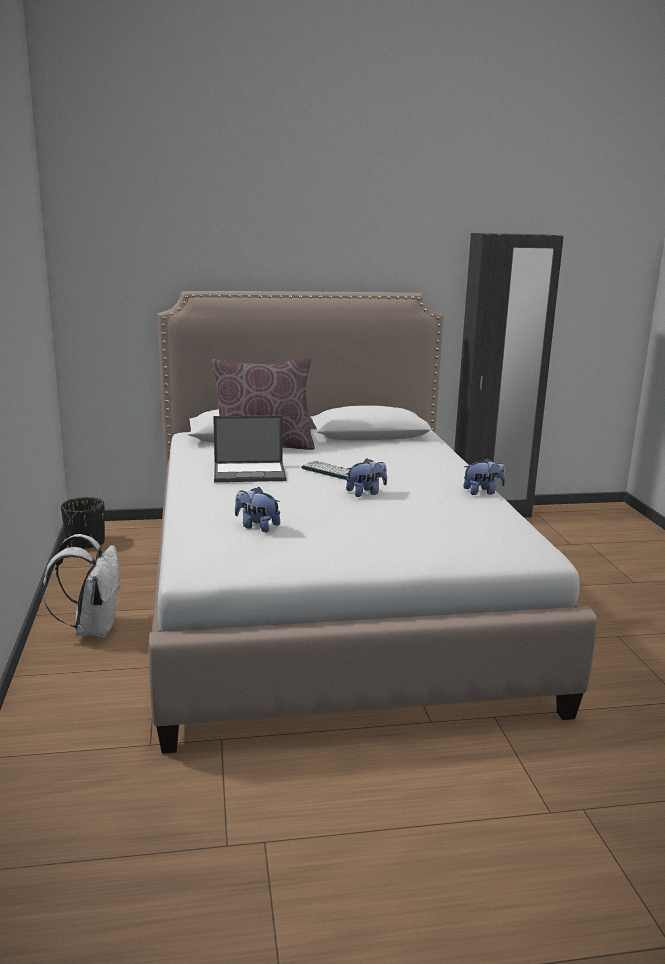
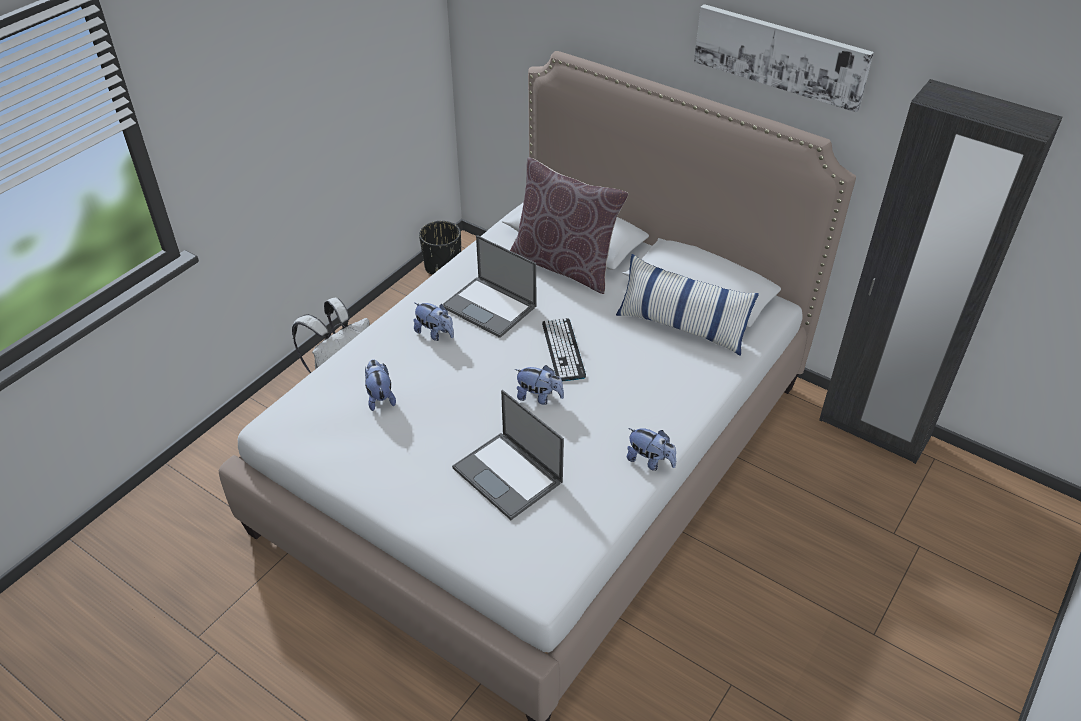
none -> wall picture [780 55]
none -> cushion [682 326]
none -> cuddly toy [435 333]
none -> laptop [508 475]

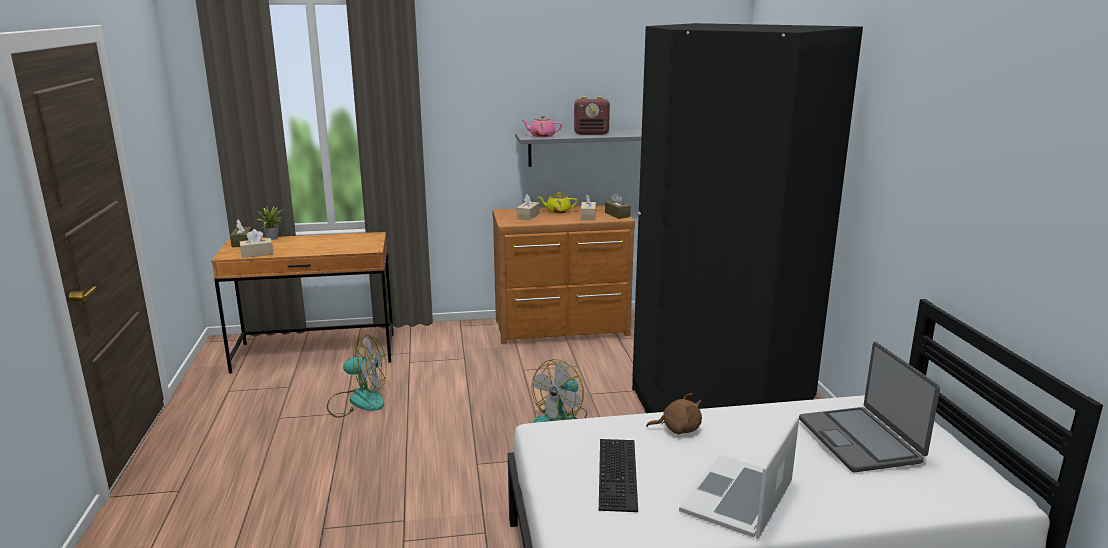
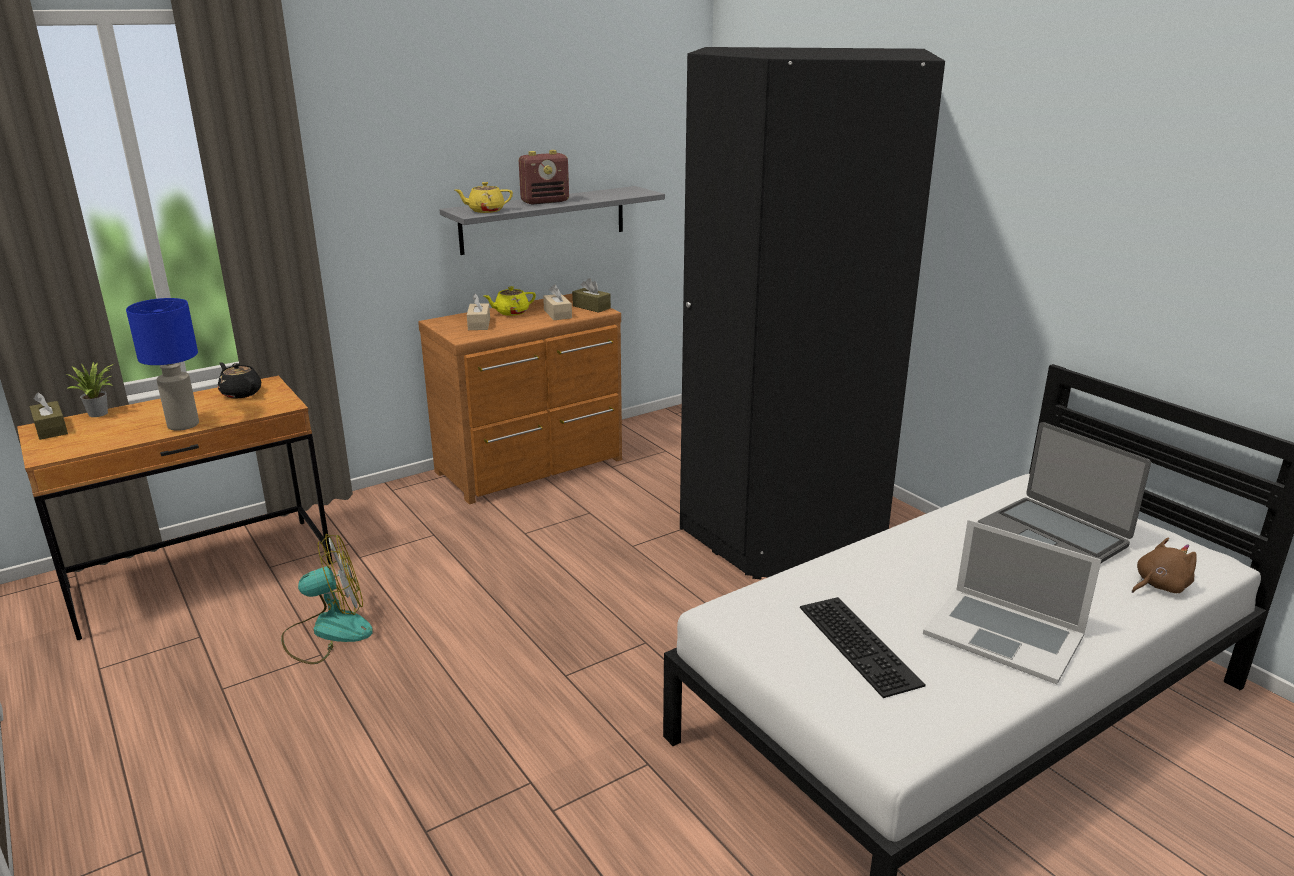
pot for tea in pinkish [542 136] -> pot for tea in yellowish [485 211]
tissue box in beige [257 254] -> none
cooling fan [560 419] -> none
cuddly toy in brownish [678 429] -> cuddly toy in brownish [1159 586], moved
laptop [738 496] -> laptop [1004 634], 60 degrees counterclockwise
none -> tabletop lamp in bluish [183 425]
none -> pot for tea in blackish [240 393]

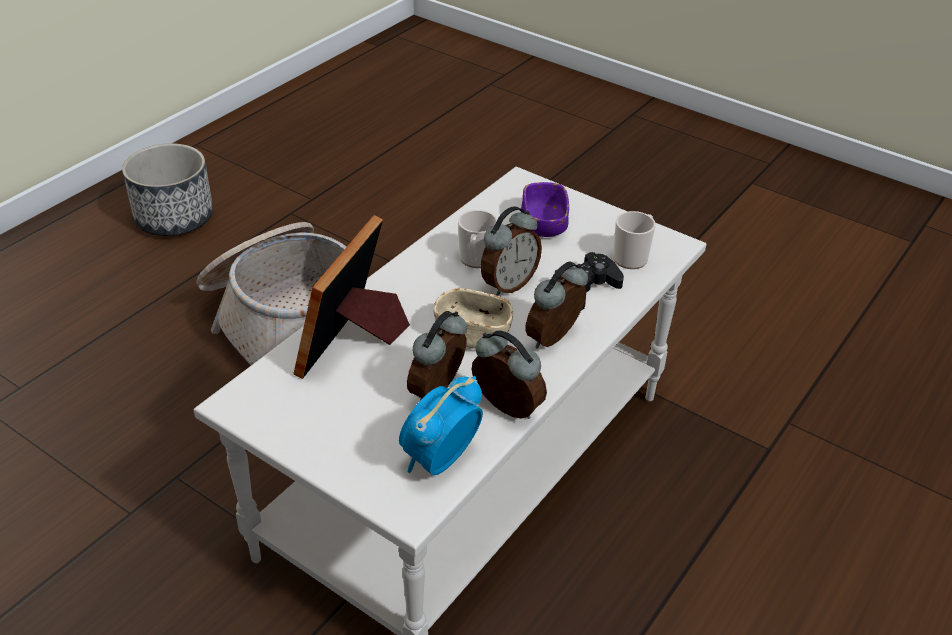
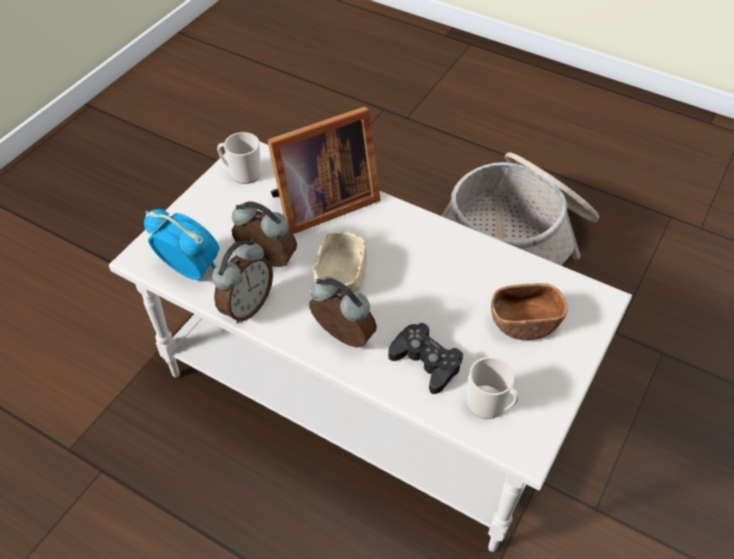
plant pot [175 218] -> none
serving bowl in purple [544 225] -> serving bowl in brownish [524 323]
table clock [508 284] -> none
coffee mug [476 260] -> coffee mug [242 173], moved
standing frame [354 342] -> standing frame [320 204], 135 degrees clockwise

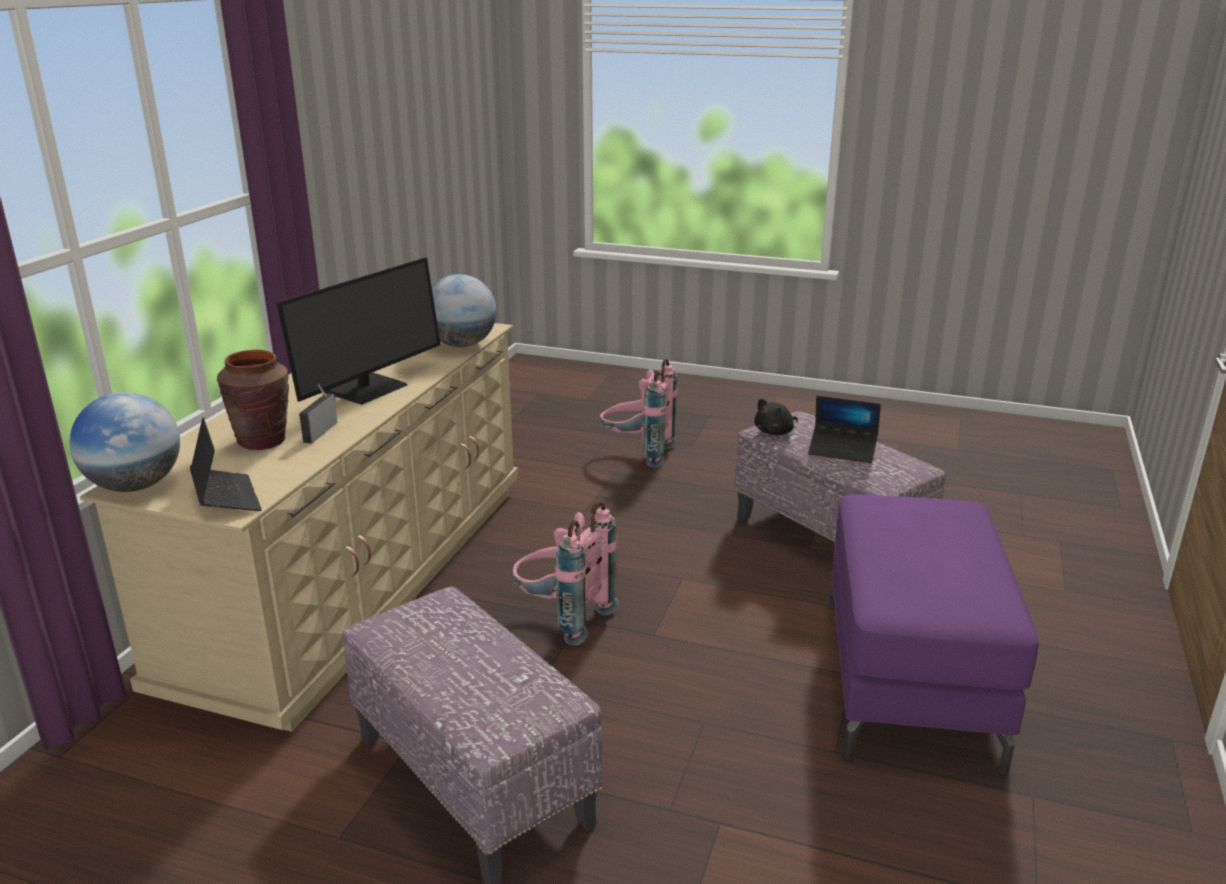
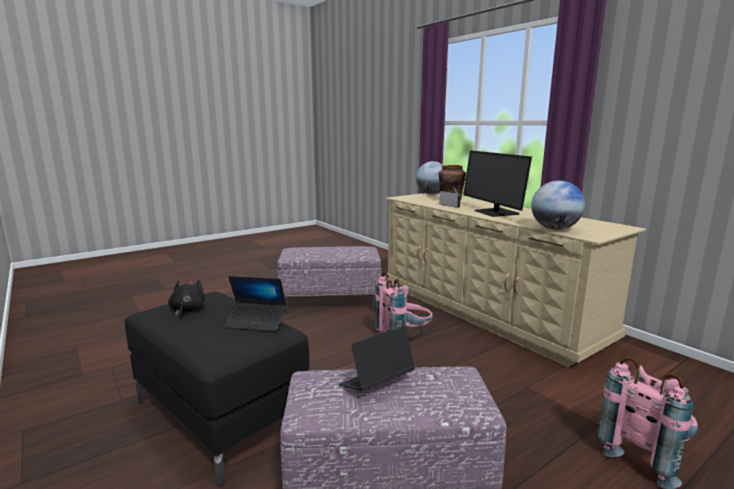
cuddly toy in blackish [775 432] -> cuddly toy in blackish [187 311], moved
laptop [226 498] -> laptop [256 322], moved
pouffe in purple [910 681] -> pouffe in blackish [220 414]

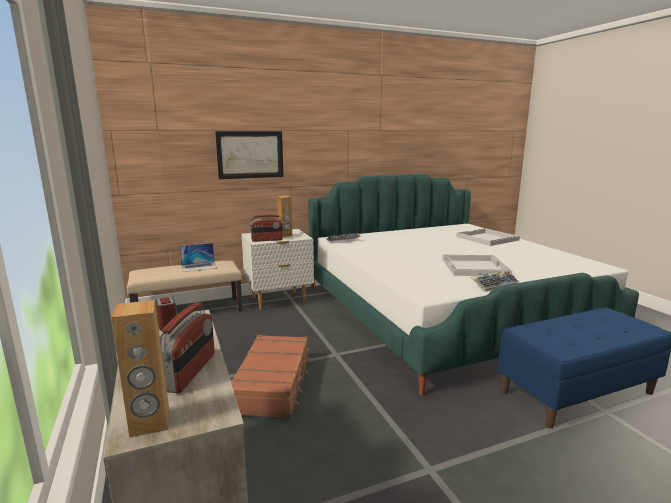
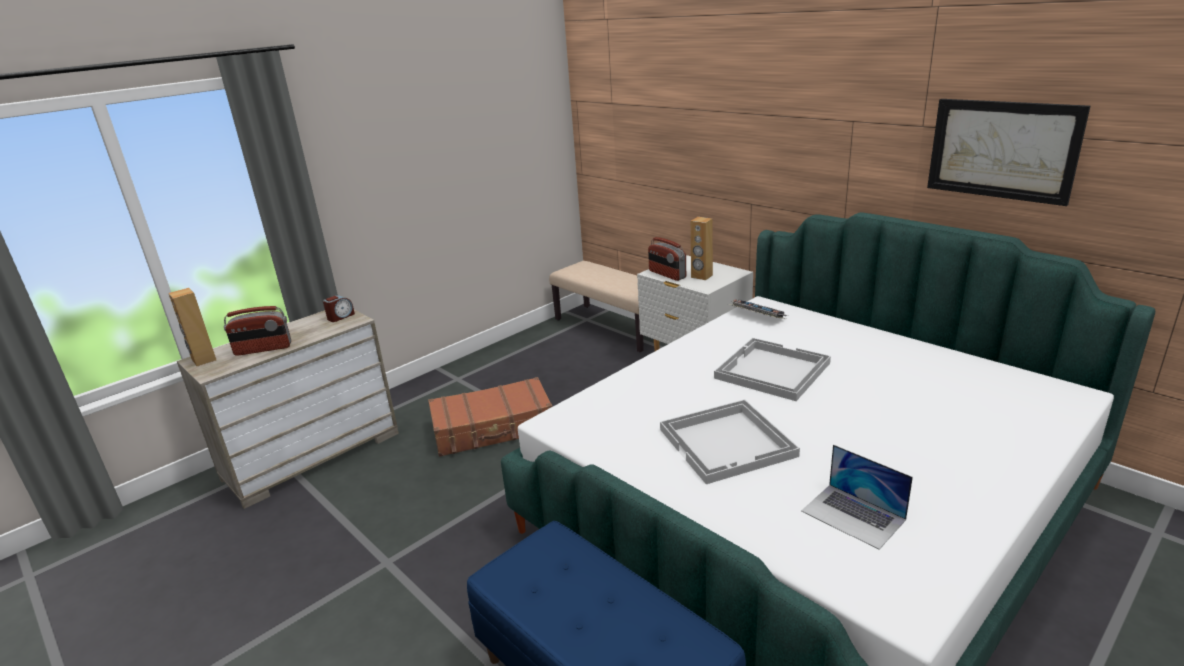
wall picture [250 154] -> wall picture [1002 149], moved
tray in white [487 238] -> tray in white [771 371], moved
laptop [199 266] -> laptop [853 515], moved
keyboard [494 285] -> none

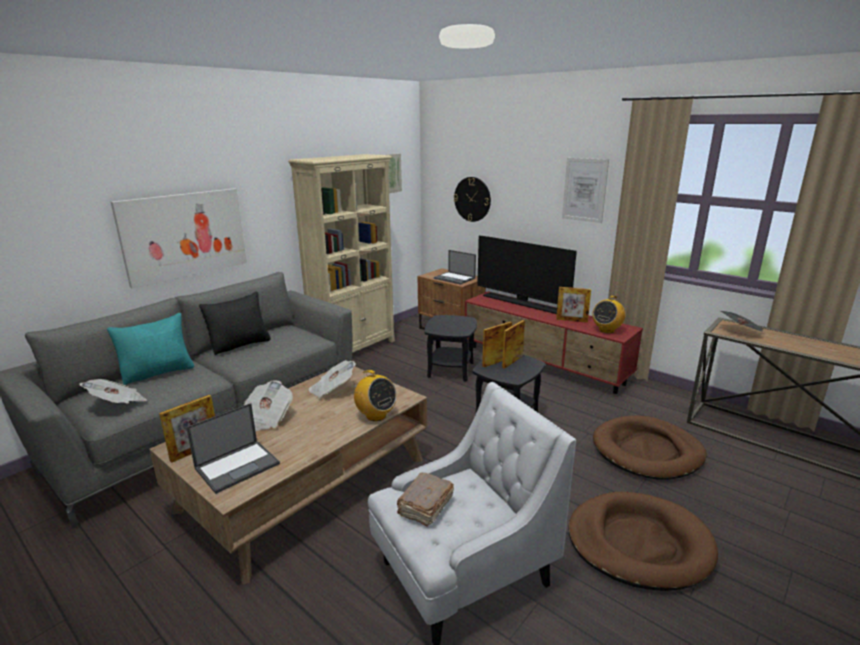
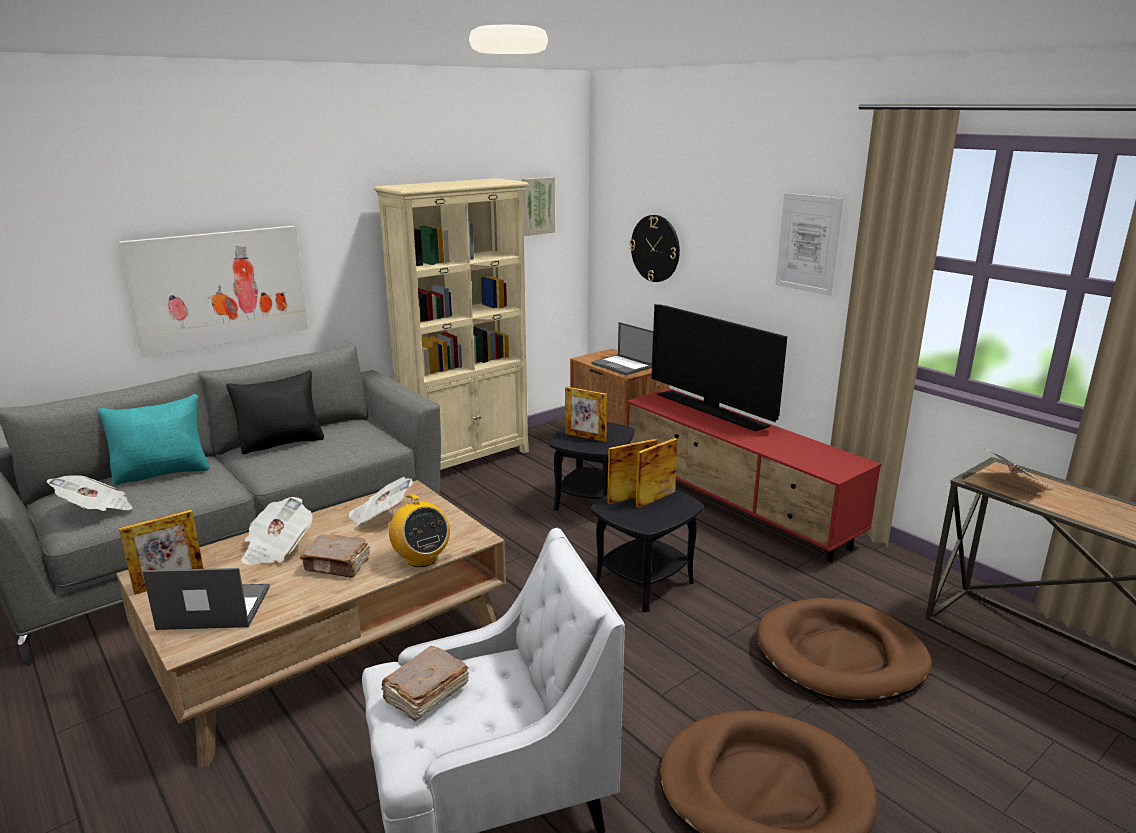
standing frame [571 320] -> standing frame [585 437], moved
radio [606 330] -> none
laptop [238 465] -> laptop [213 608], 150 degrees counterclockwise
none -> book in brownish [337 565]

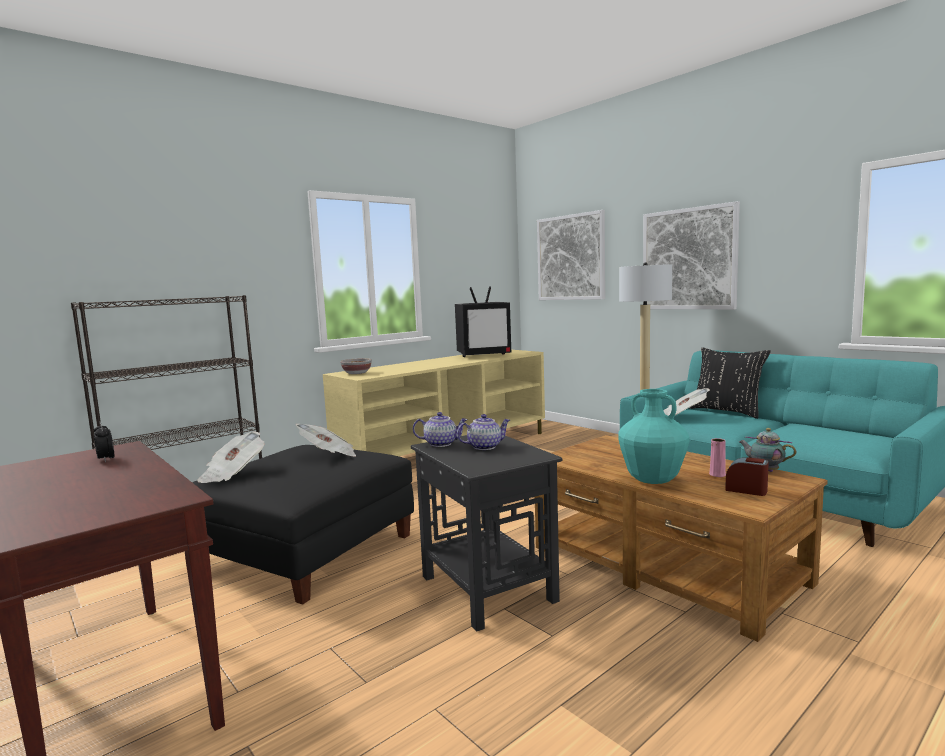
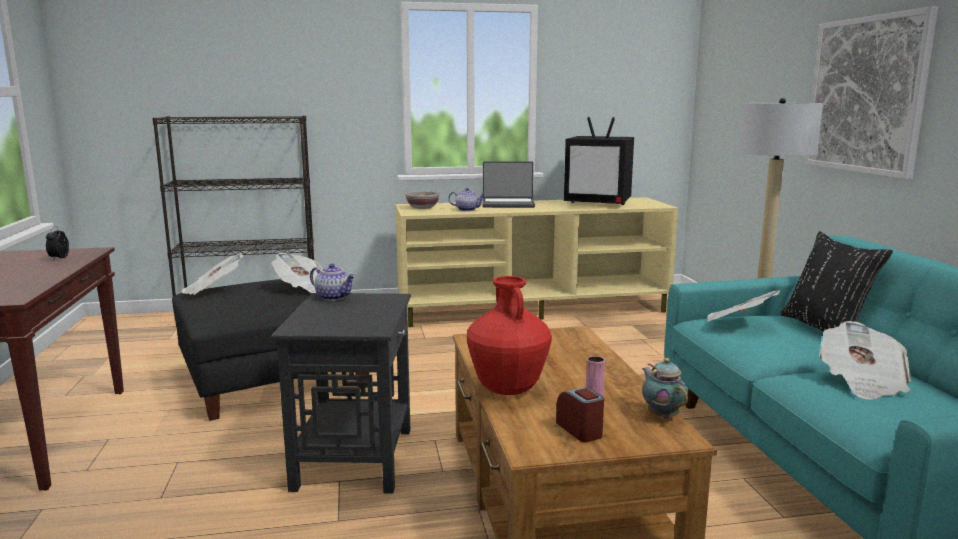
wall picture [570 257] -> none
vase in blue-green [652 481] -> vase in red-coloured [507 389]
pot for tea [484 446] -> pot for tea [467 210], moved
none -> laptop [508 204]
none -> newspaper [861 382]

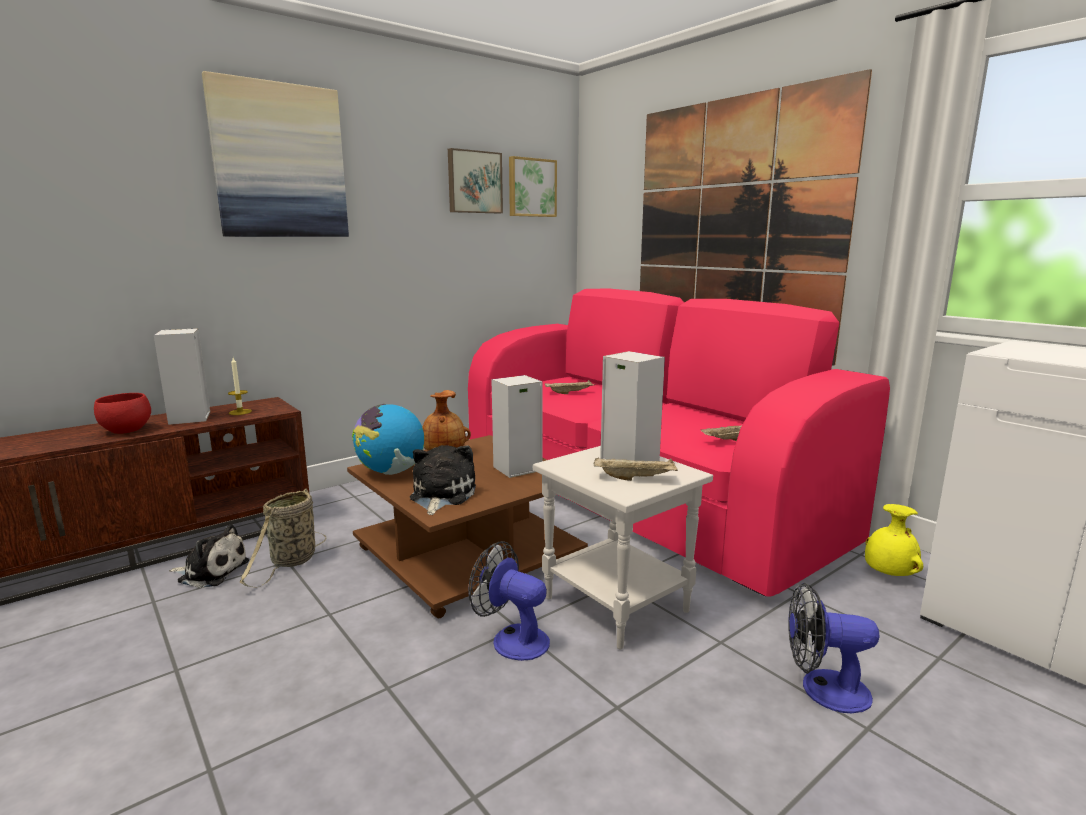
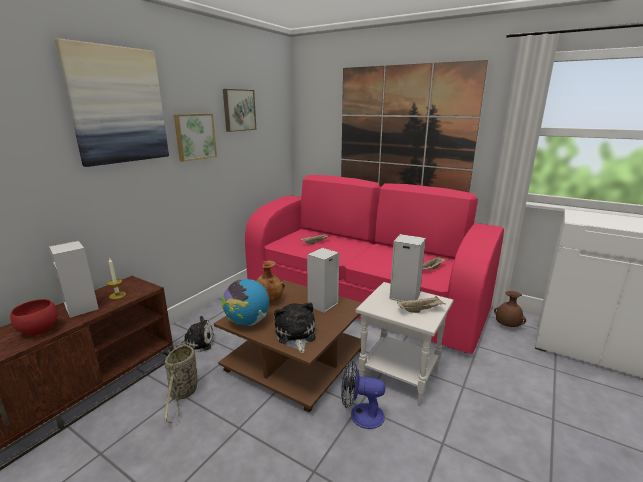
wall picture [531 188] -> wall picture [194 136], moved
vase in yellowish [888 574] -> vase in brownish [507 325]
cuddly toy [211 571] -> cuddly toy [196 343], moved
cooling fan [823 689] -> none

